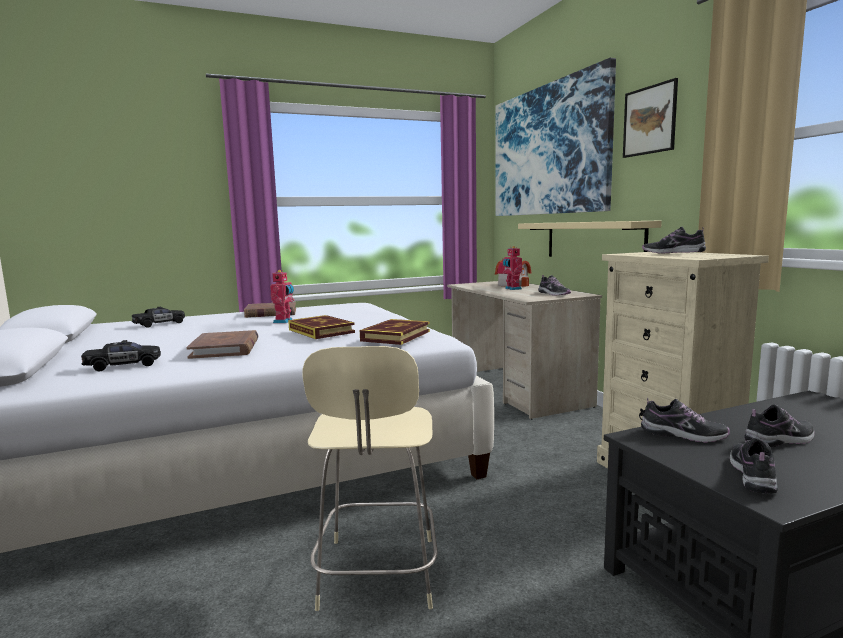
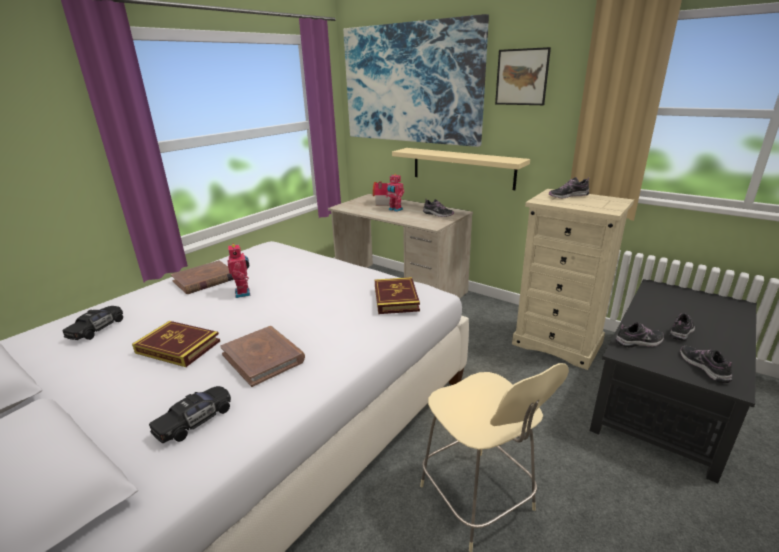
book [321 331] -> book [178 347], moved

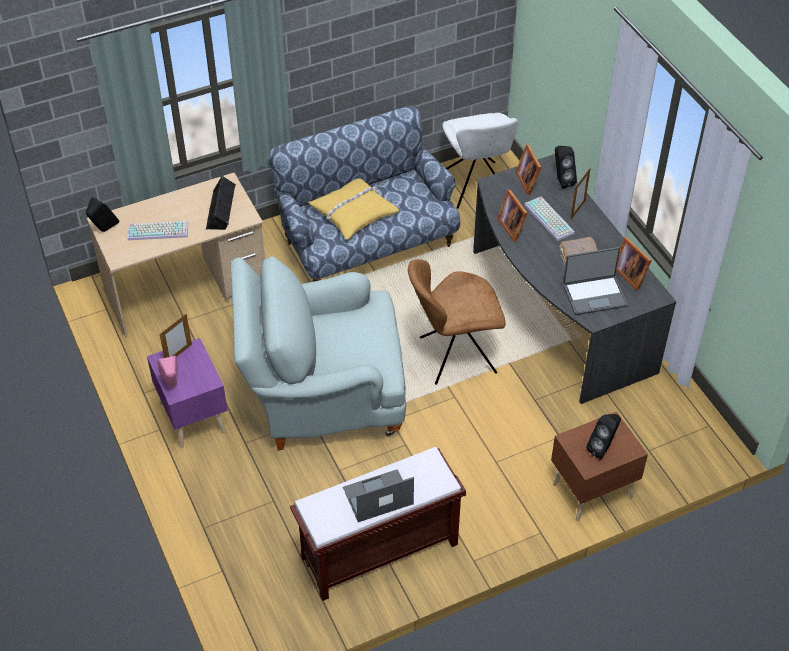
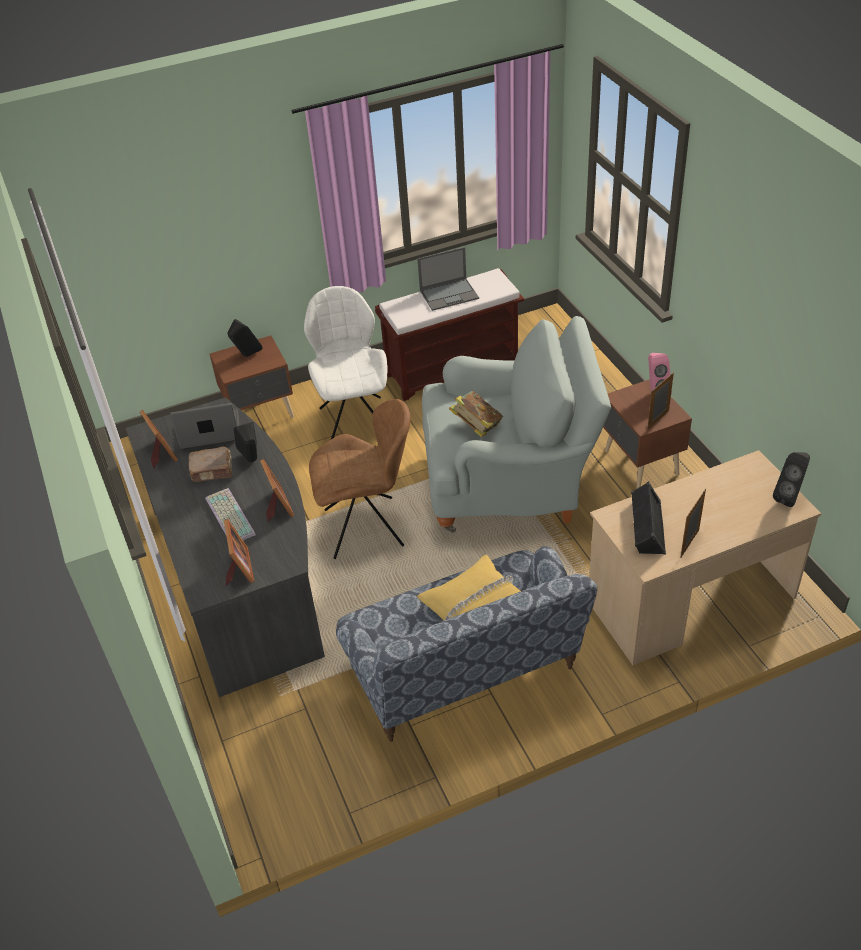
chair in white [476 187] -> chair in white [354 420], moved
speaker in blackish [561 181] -> speaker in blackish [252 461], moved
standing frame [578 210] -> standing frame [689 543], moved
keyboard [159 230] -> none
bedside table in purple [194 416] -> bedside table in brownish [640 464]
none -> book [476 427]

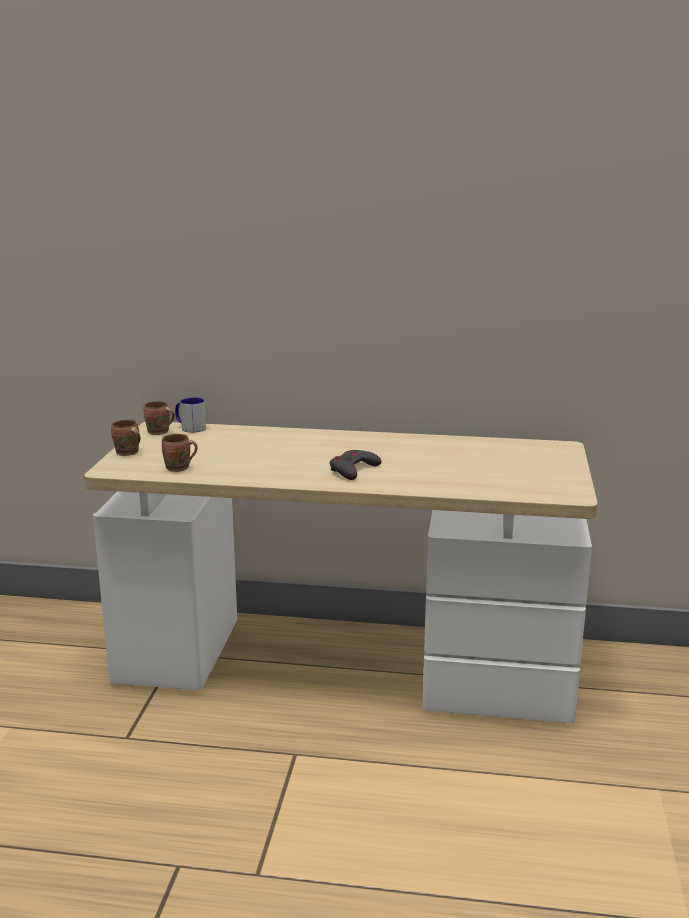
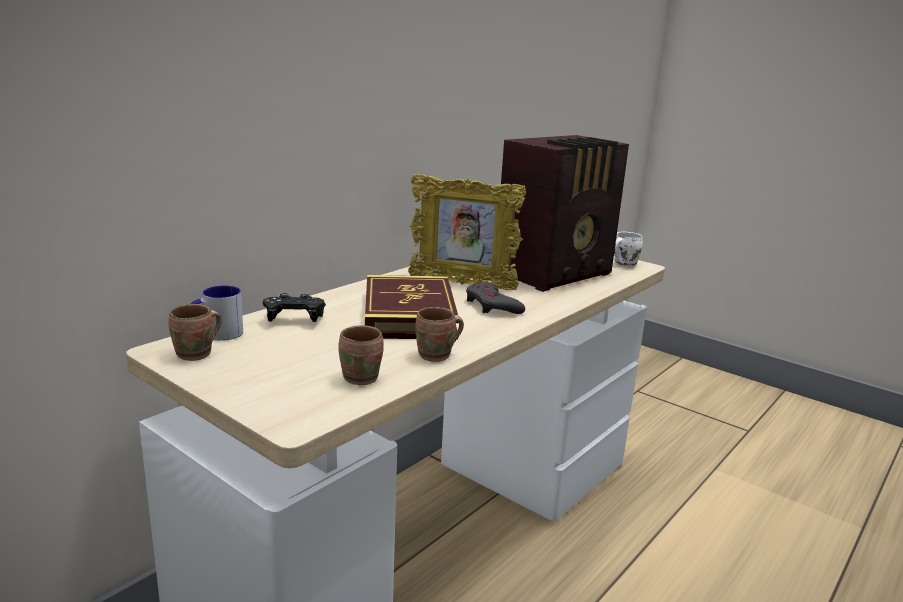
coffee mug in brownish [127 453] -> coffee mug in brownish [437 356], moved
none -> radio [557 274]
none -> standing frame [462 284]
none -> coffee mug in white [622 264]
none -> book [409 314]
none -> joypad in blackish [295 319]

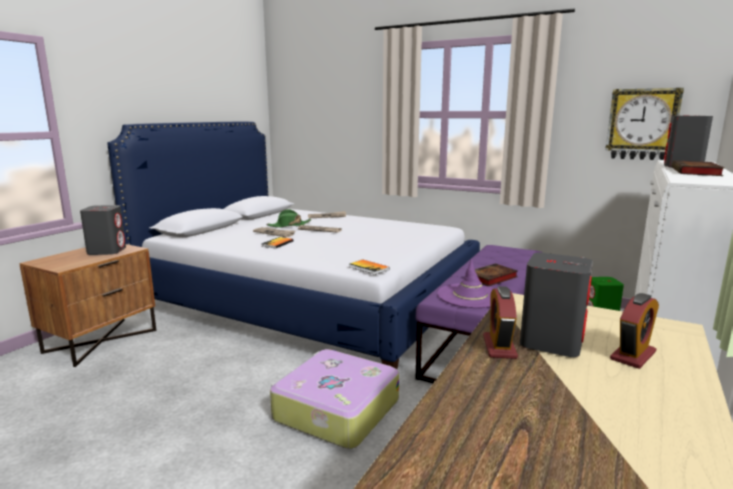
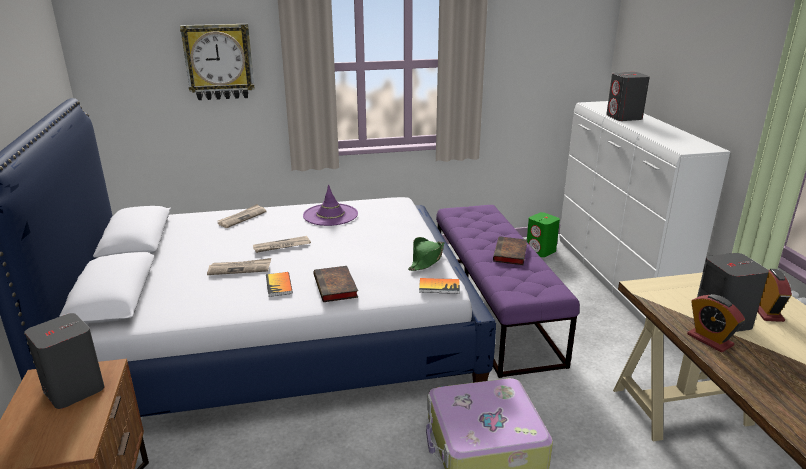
hanging clock [642 124] -> hanging clock [219 62], moved
book [696 172] -> book [336 287], moved
wearable hat in green [289 225] -> wearable hat in green [426 260], moved
wearable hat in purple [470 296] -> wearable hat in purple [330 215], moved

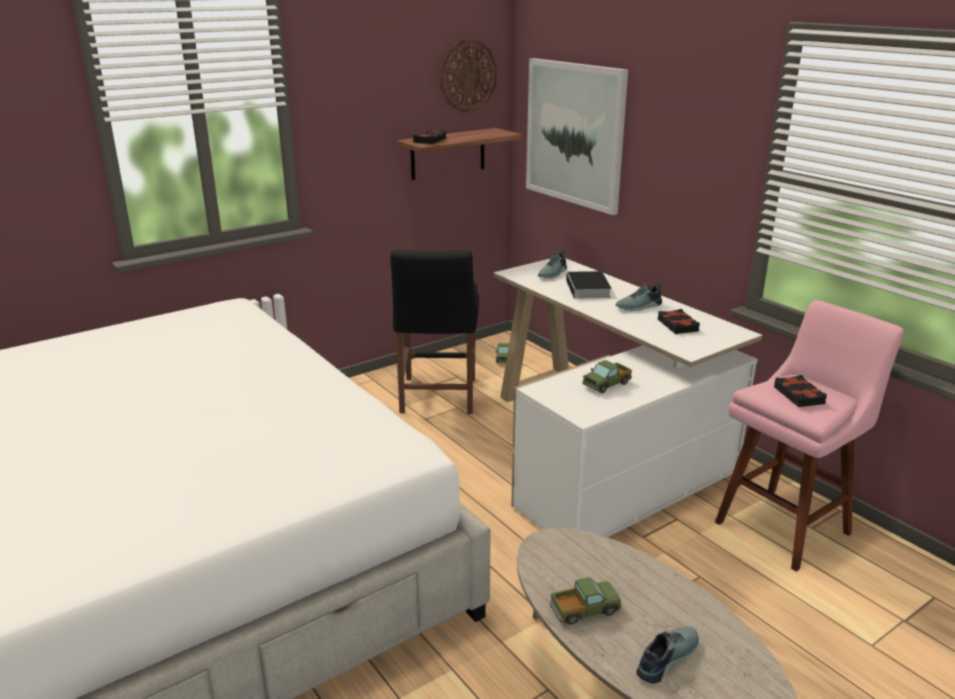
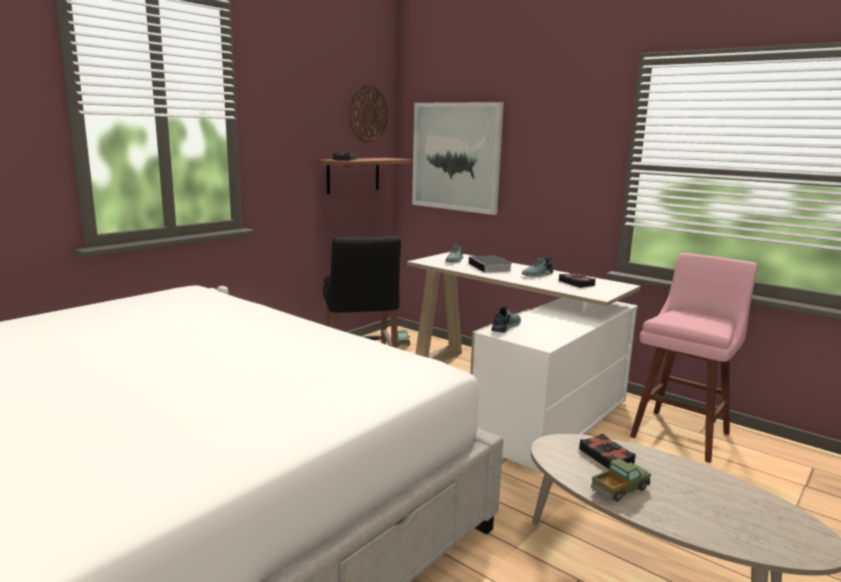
toy lorry [606 384] -> none
book in blackish [799 395] -> book in blackish [606 456], moved
shoe [665 657] -> shoe [504 326], moved

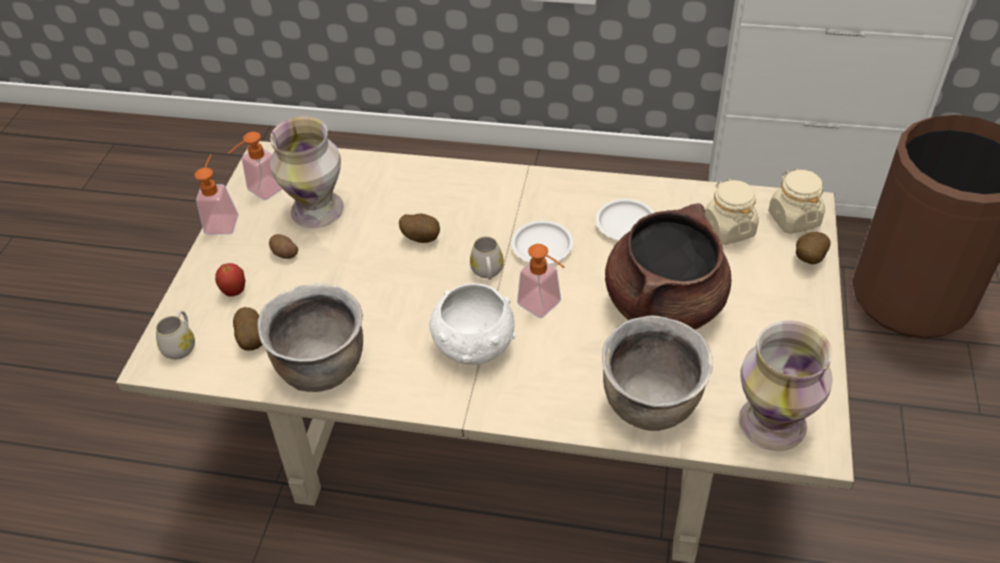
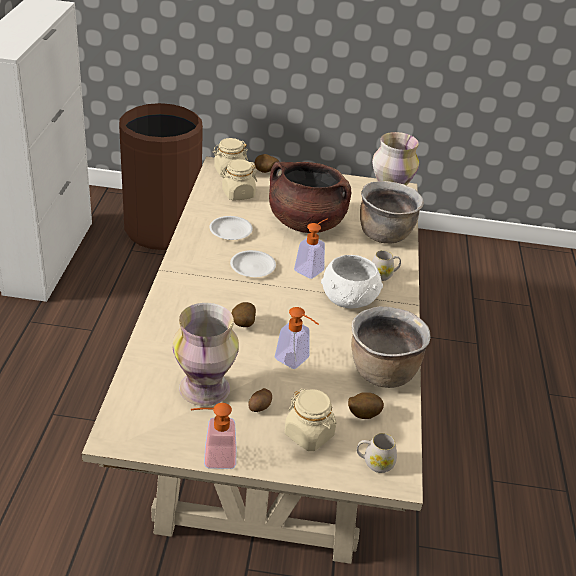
soap bottle [261 192] -> soap bottle [296 361], moved
coffee mug in white [488 272] -> coffee mug in white [383 275], moved
apple [235 292] -> storage jar in beige [309 435]

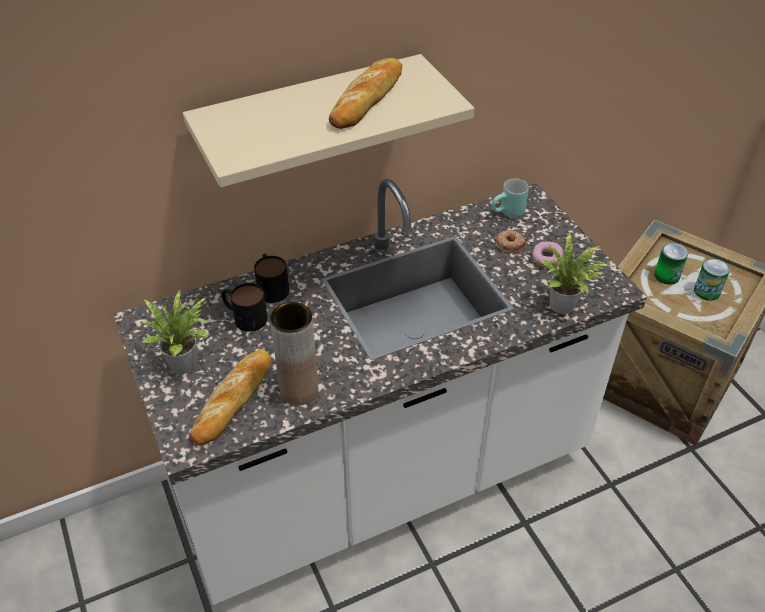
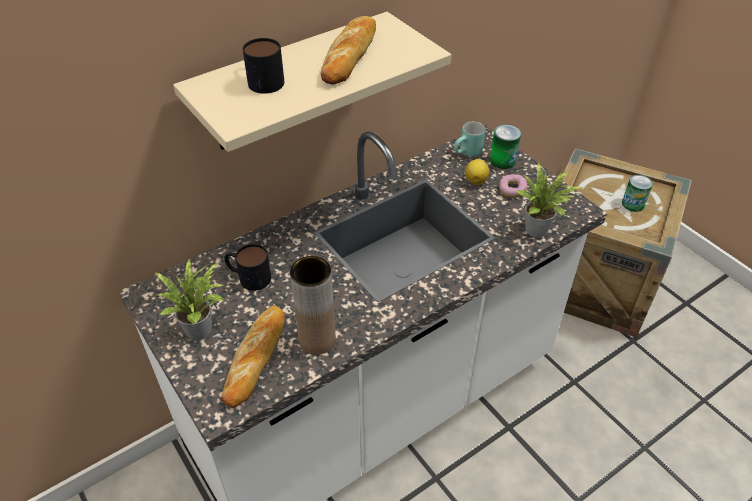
donut [509 243] -> whole lemon [476 180]
metal can [666 275] -> metal can [502 160], moved
coffee mug [271 286] -> coffee mug [262 79], moved

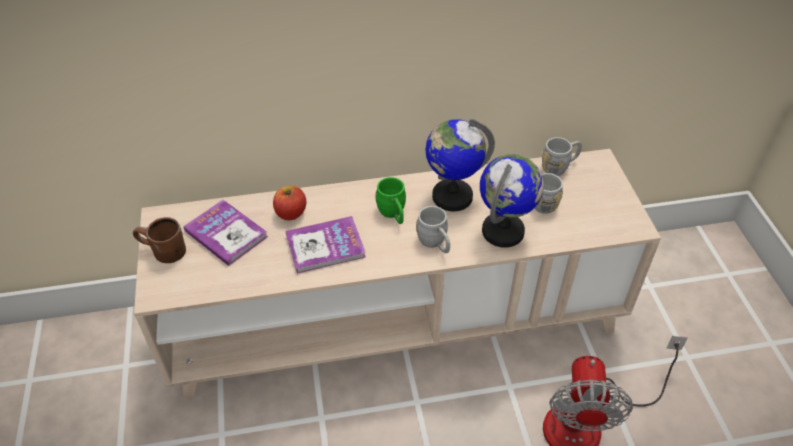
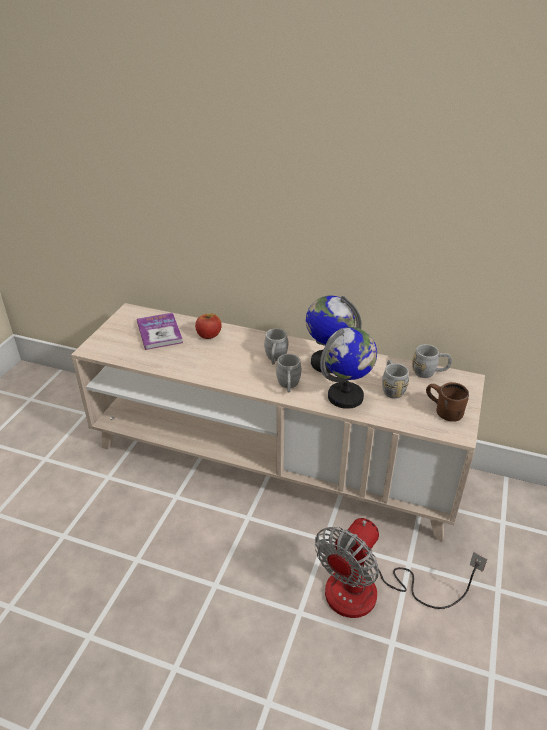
coffee mug in green [393 214] -> coffee mug in greyish [275 359]
book [325 246] -> none
coffee mug in brownish [162 253] -> coffee mug in brownish [442 412], moved

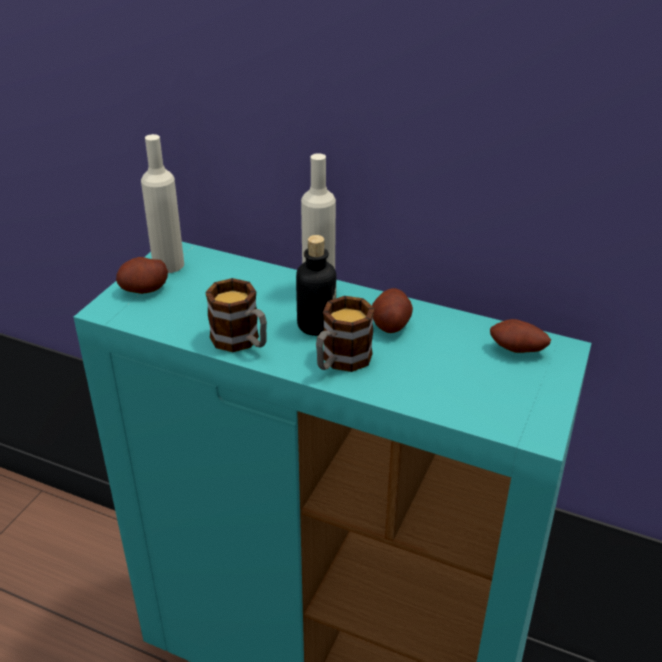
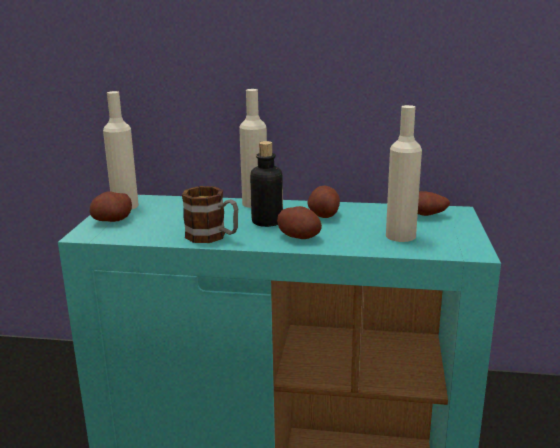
coffee mug [340 361] -> spud [299 237]
none -> drink bottle in beige [400 236]

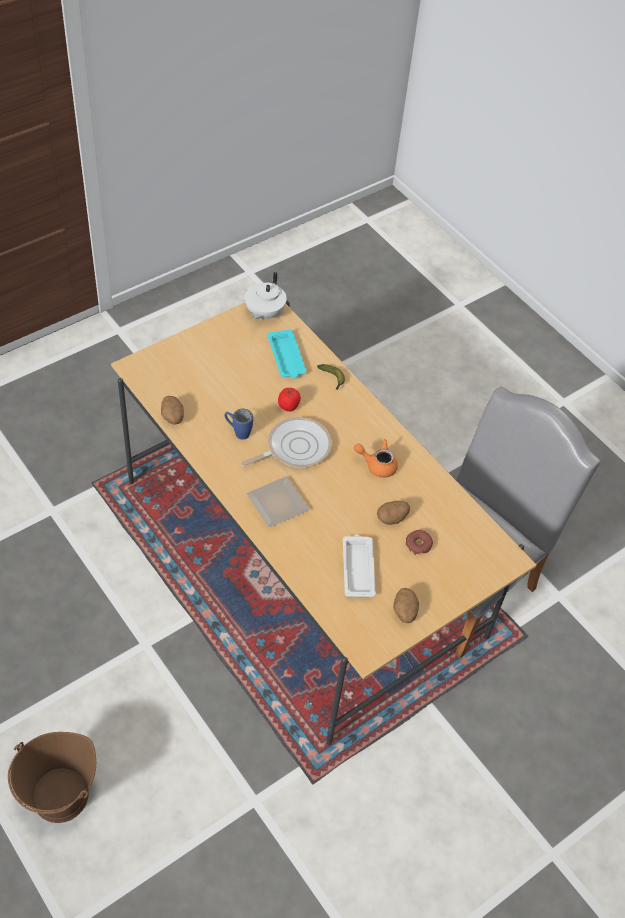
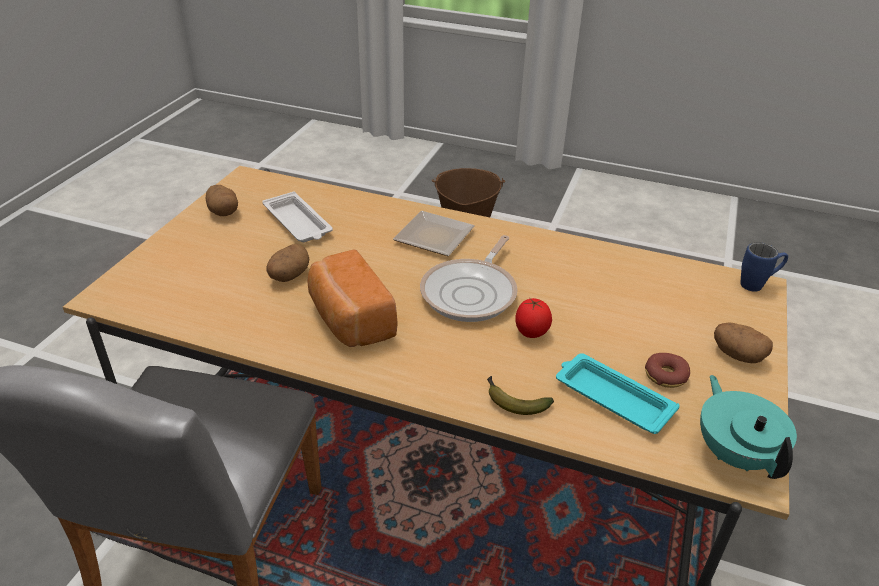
pot for tea in white [264 313] -> pot for tea in blue-green [735 453]
spud [172 417] -> spud [737 355], moved
coffee mug in bluish [238 432] -> coffee mug in bluish [757 284], moved
pot for tea in orangey [377 465] -> bakery bread [349 320]
donut [418 544] -> donut [665 375], moved

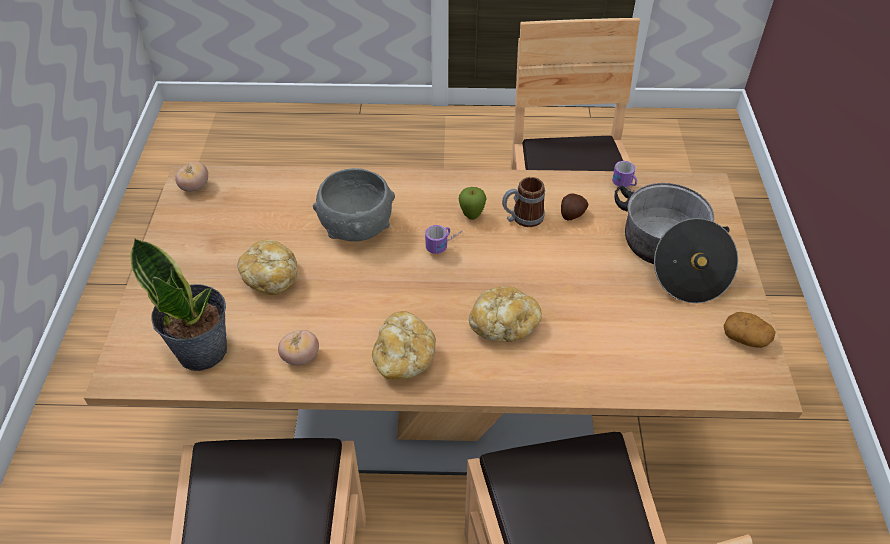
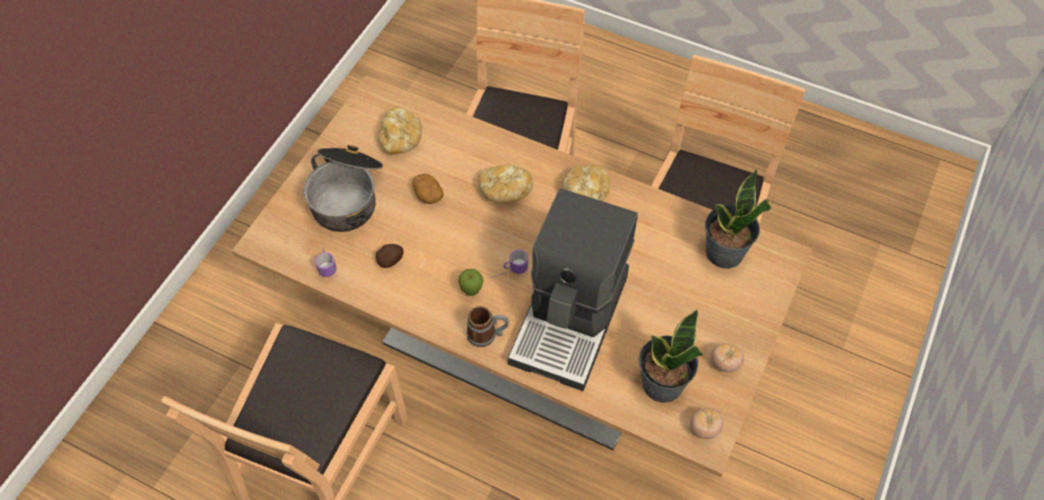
serving bowl in greyish [357 227] -> coffee maker [571 319]
coffee mug [522 218] -> coffee mug [487 335], moved
bakery bread [271 277] -> bakery bread [401 139], moved
spud [745 338] -> spud [427 194], moved
whole tomato [300 357] -> whole tomato [724 363], moved
none -> plant in a pot [661 384]

